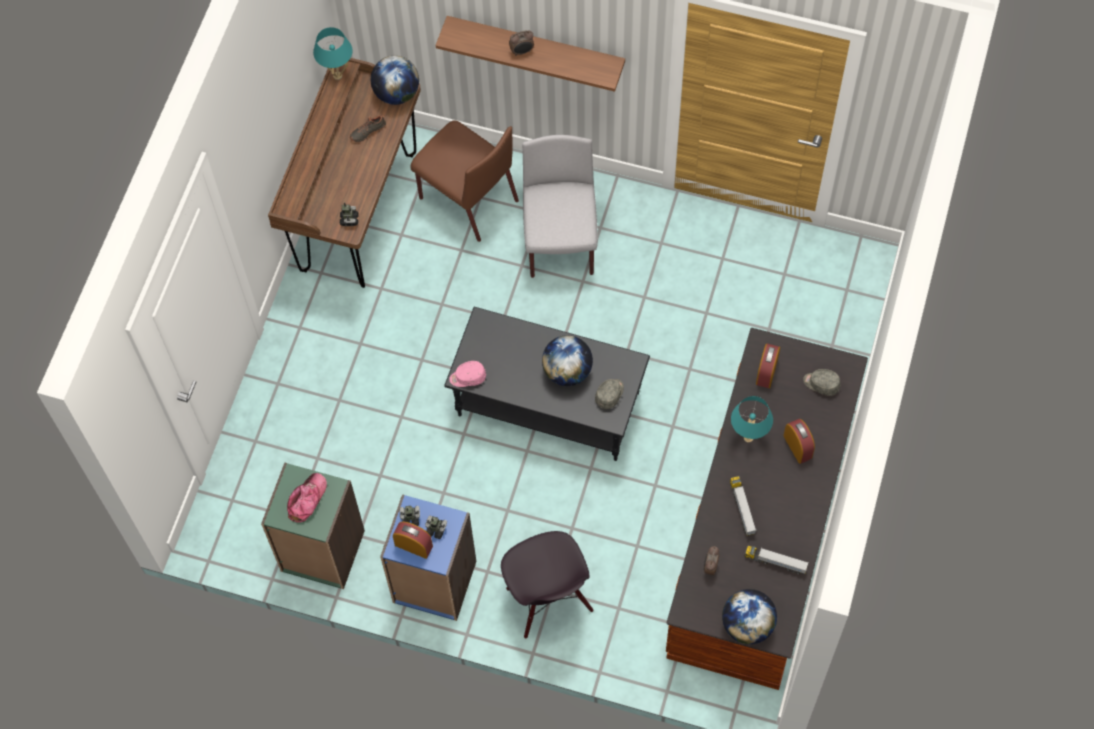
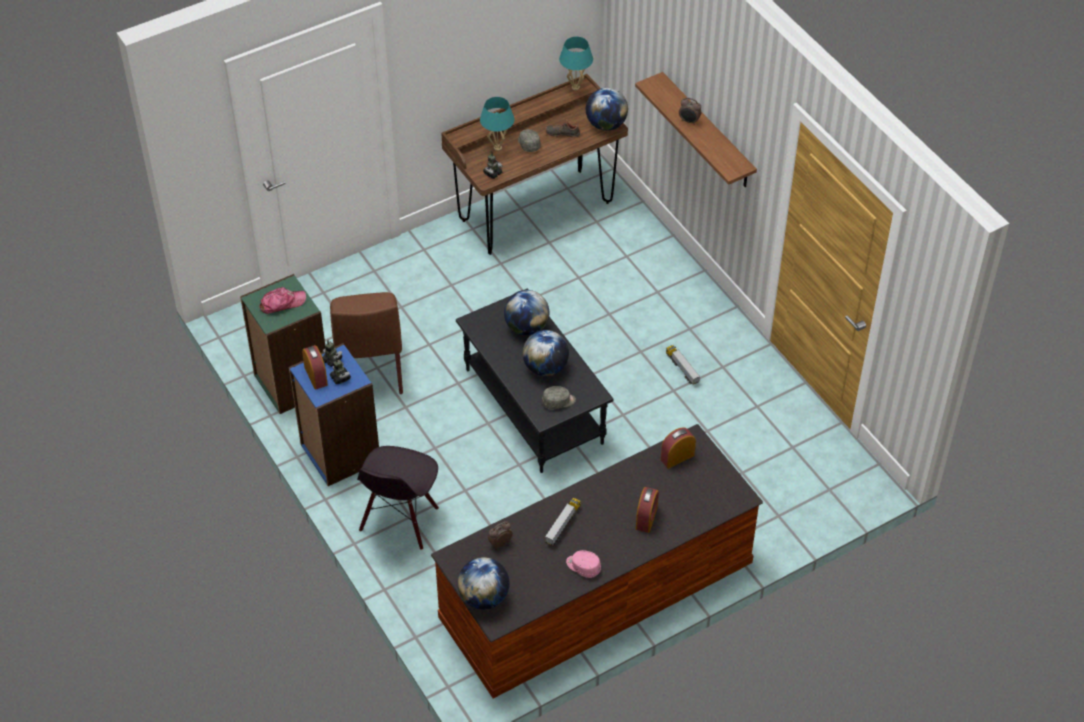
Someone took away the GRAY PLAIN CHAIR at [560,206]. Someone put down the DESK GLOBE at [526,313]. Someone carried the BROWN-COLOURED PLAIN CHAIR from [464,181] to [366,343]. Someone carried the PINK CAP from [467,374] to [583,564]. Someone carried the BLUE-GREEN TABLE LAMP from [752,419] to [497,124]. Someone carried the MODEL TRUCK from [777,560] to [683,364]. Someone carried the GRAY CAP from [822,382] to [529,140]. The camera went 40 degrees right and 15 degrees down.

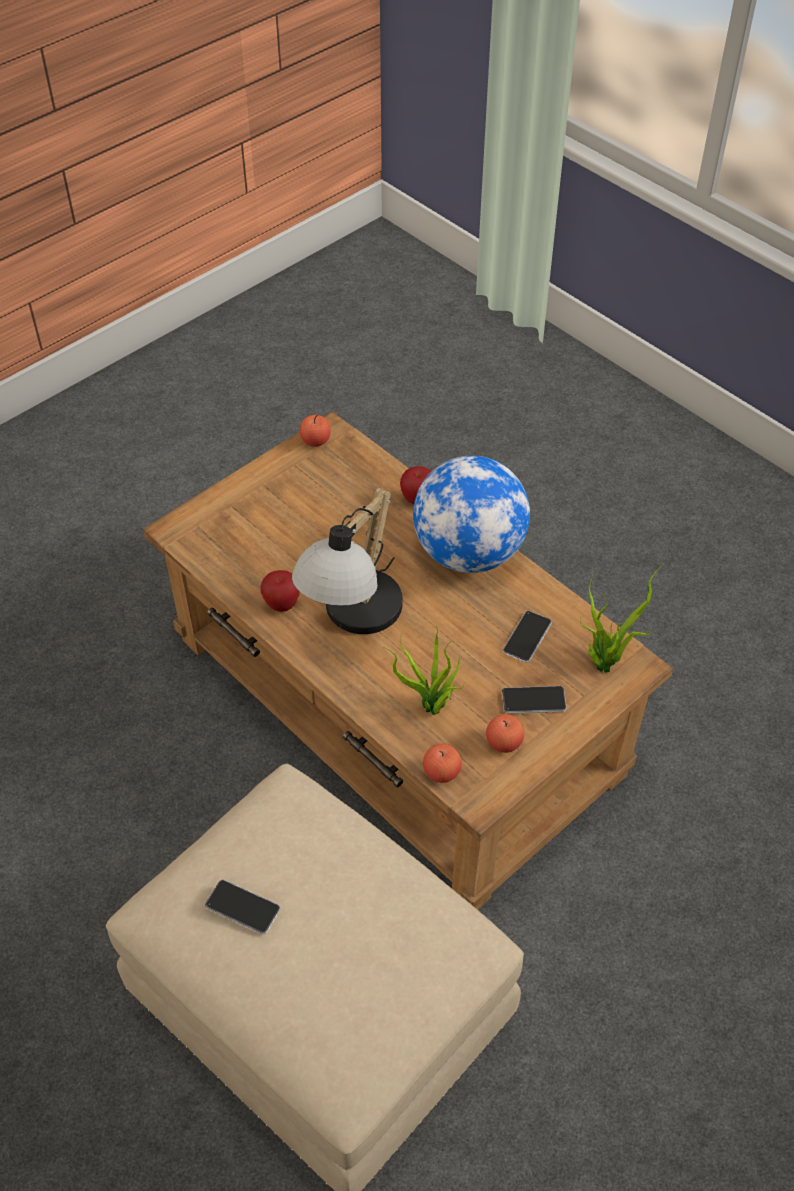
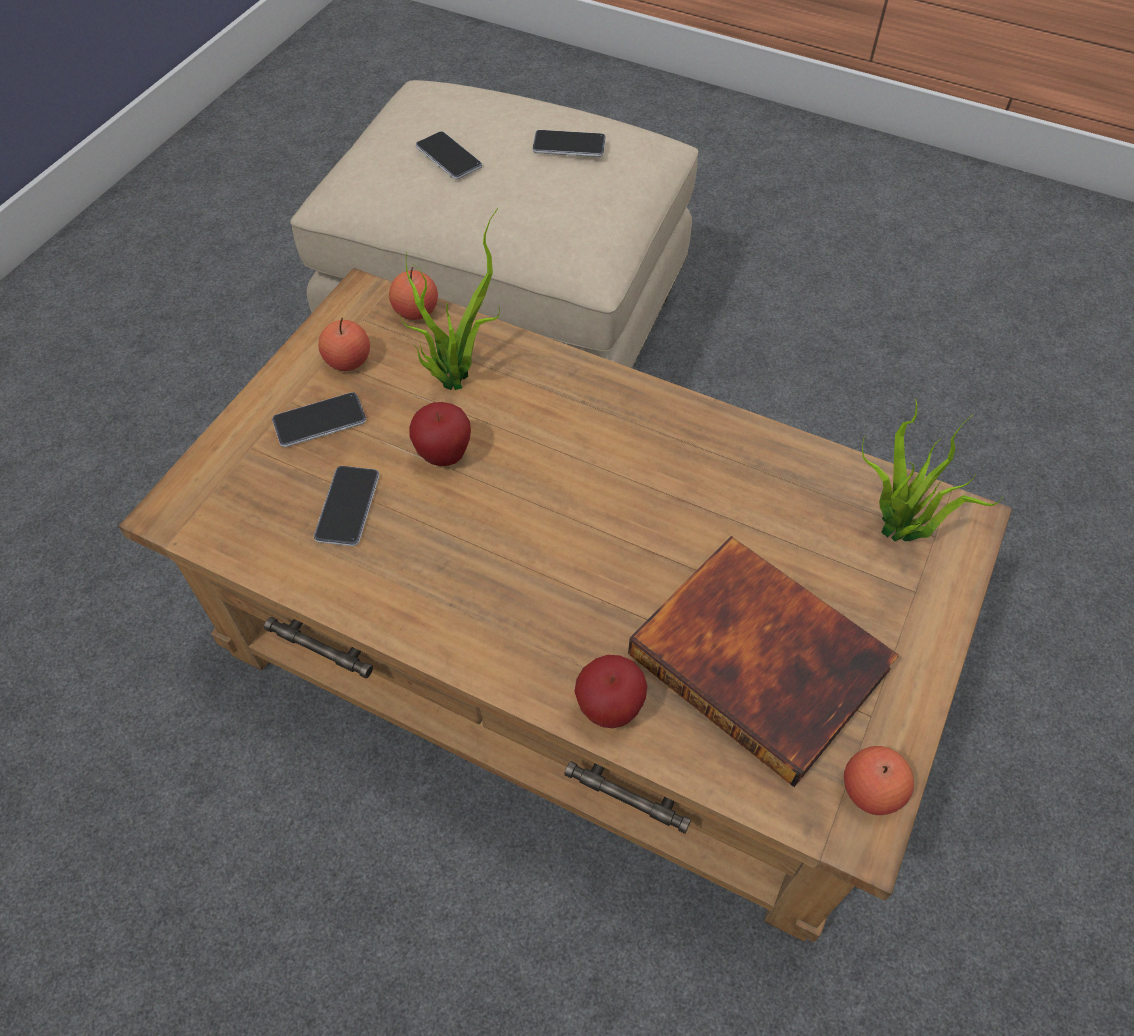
Someone took away the TABLE LAMP at [347,561]. Someone took away the DESK GLOBE at [471,514]. Someone put down the HANDSET at [449,155]. Someone put down the VOLUME at [763,661]. Someone carried the APPLE from [280,591] to [440,434]. Someone carried the PLANT IN A POT from [622,618] to [932,470]. The camera went 160 degrees right and 5 degrees up.

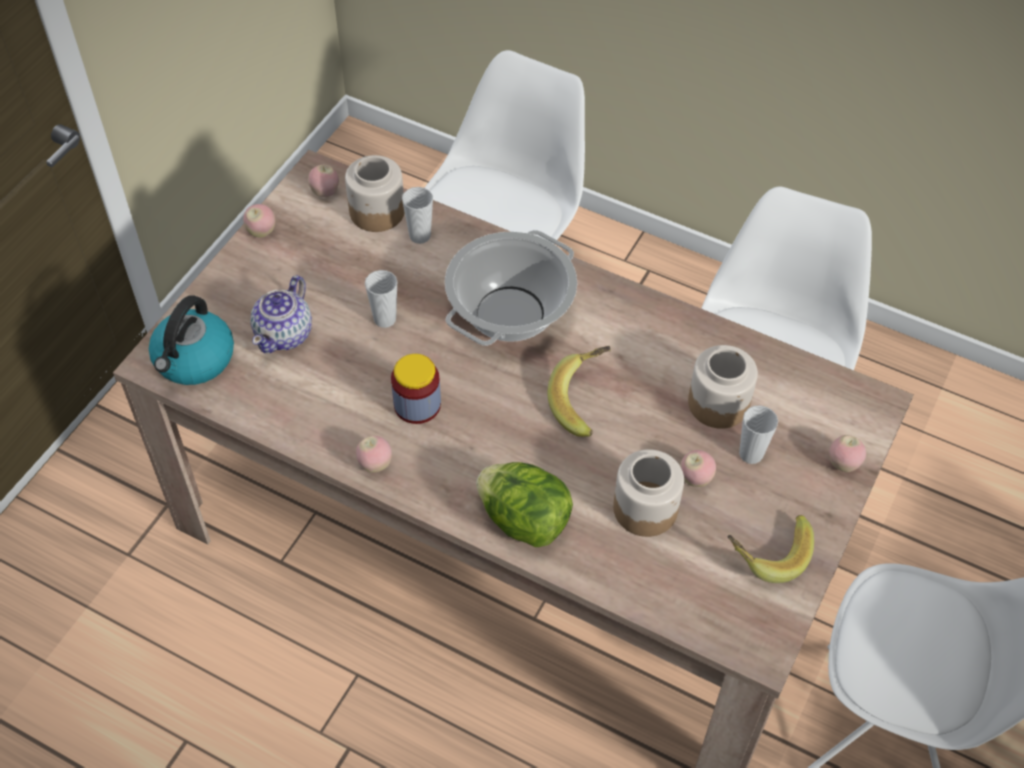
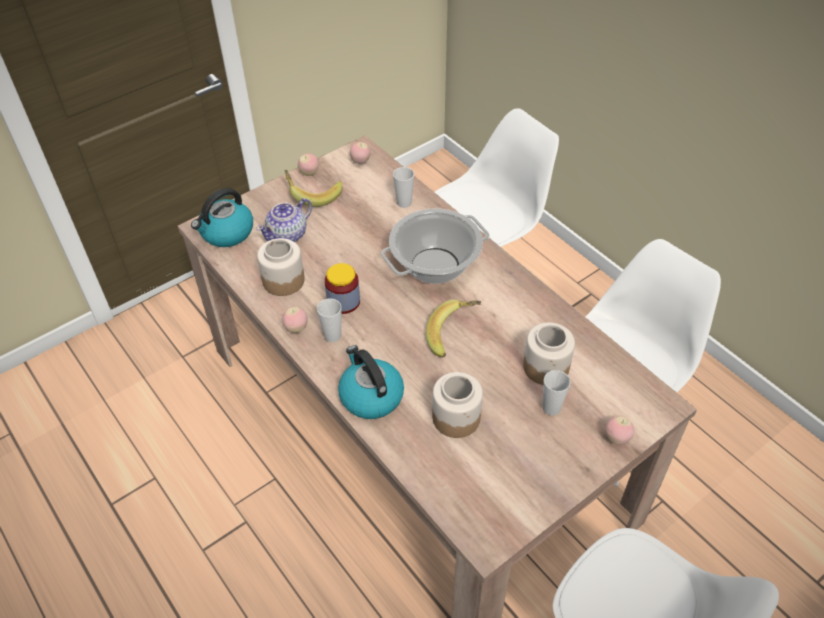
Someone took away the APPLE at [698,468]. Someone carried the STORAGE JAR from [375,193] to [281,267]. Someone carried the DRINKING CUP from [381,299] to [329,320]. Someone carried the BANANA from [770,549] to [313,188]. Someone swapped the HEAD OF LETTUCE at [524,504] for the TEA KETTLE at [371,382]. The camera went 25 degrees right and 5 degrees down.

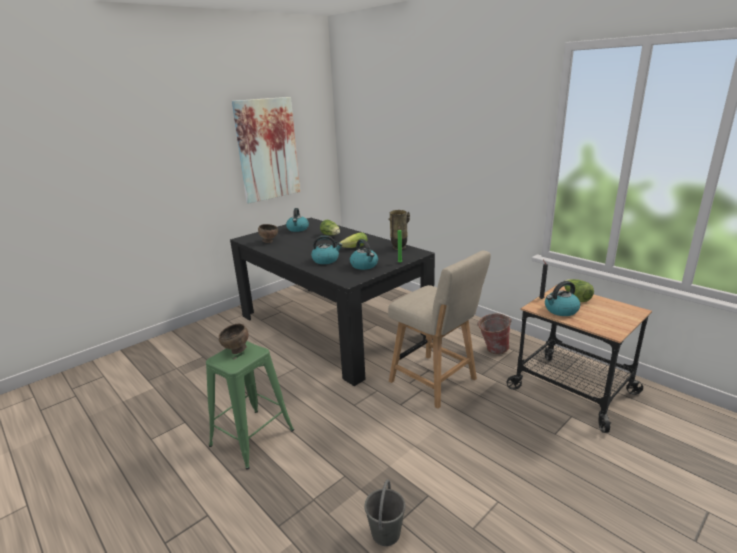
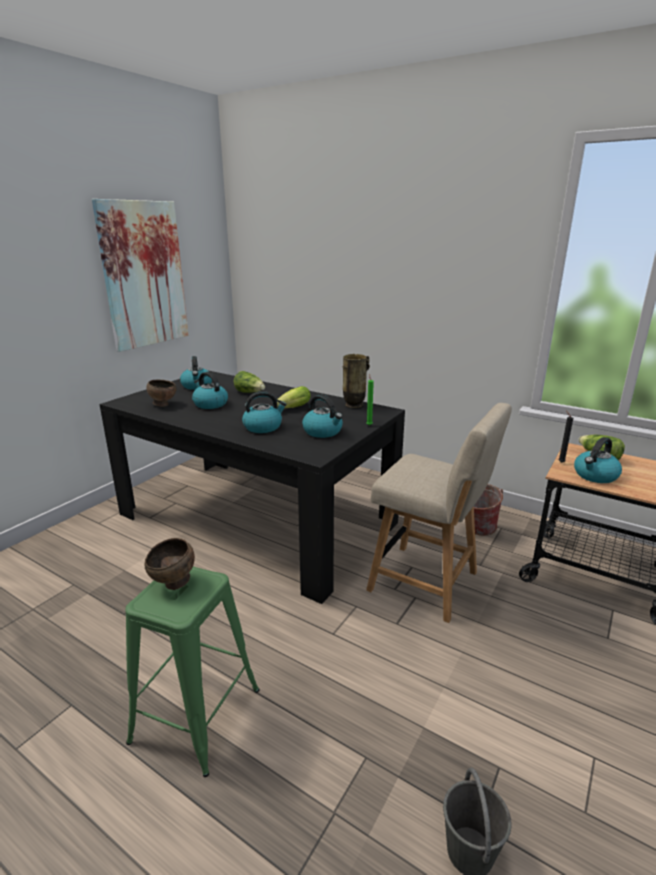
Someone put down the TEA KETTLE at [210,390]. The camera went 15 degrees left and 0 degrees up.

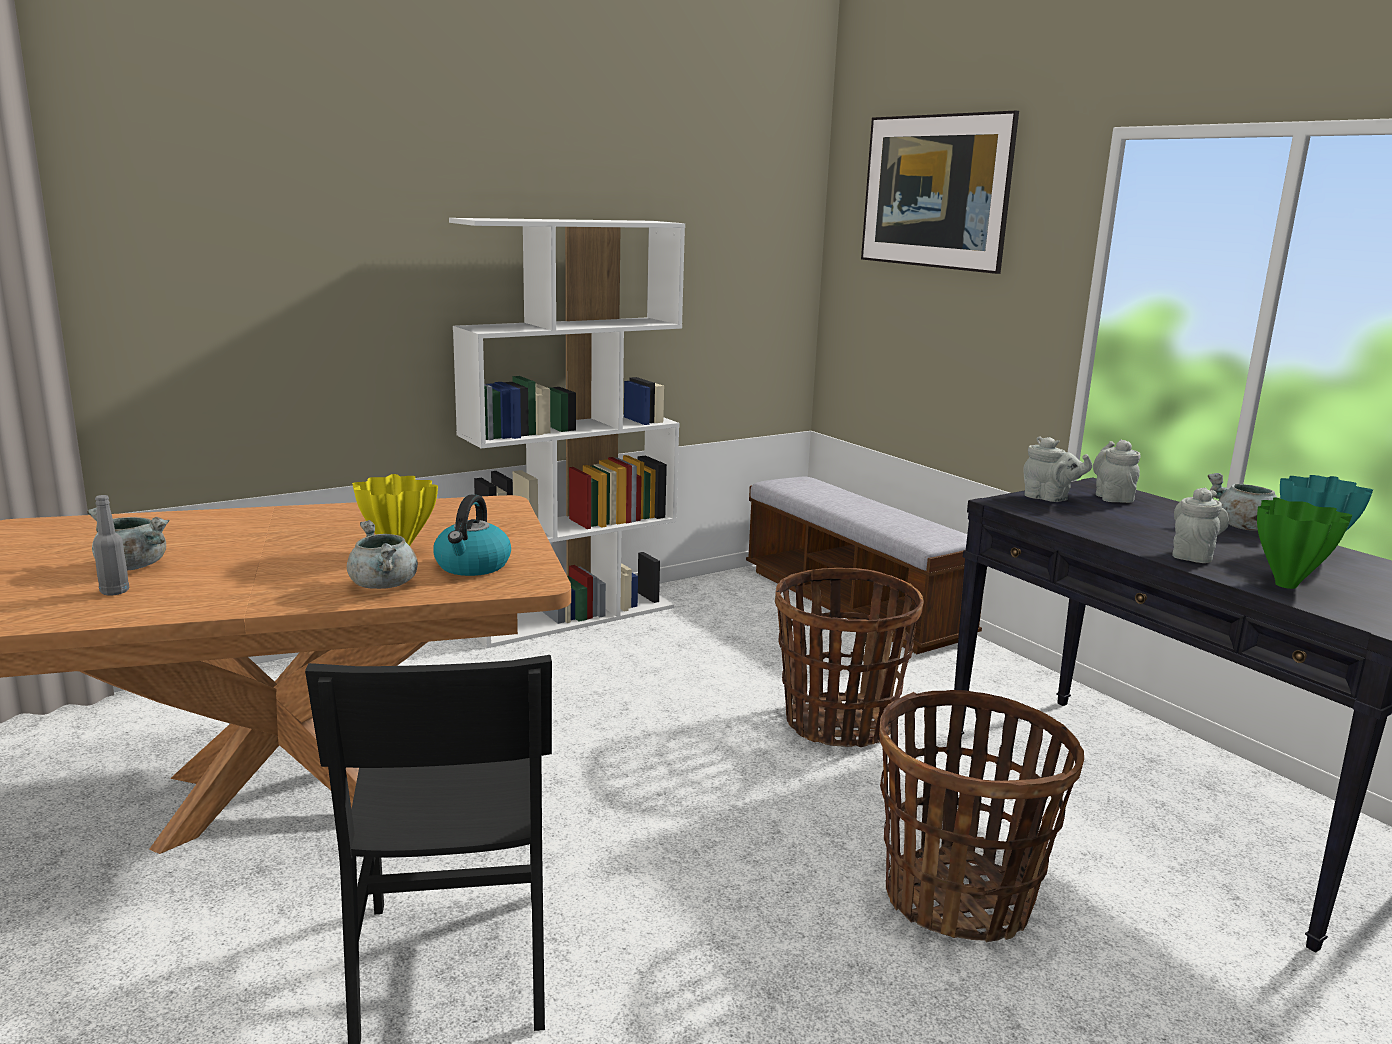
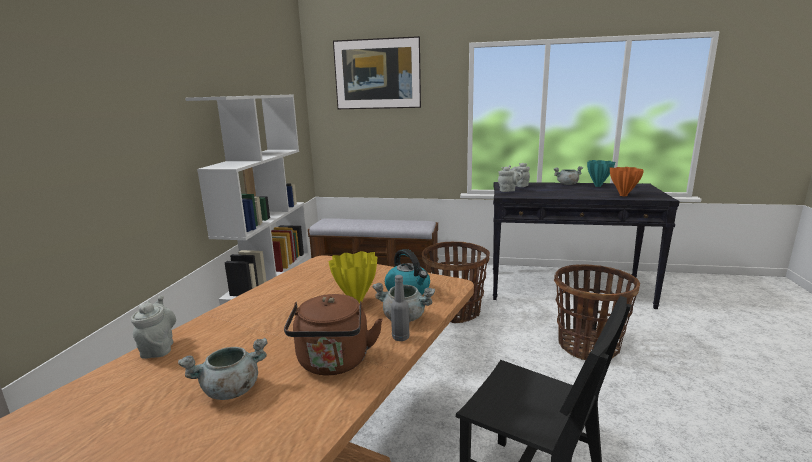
Someone put down the BROWN-COLOURED TEA KETTLE at [333,334]. Someone carried the GRAY BOTTLE from [111,545] to [400,308]. Someone carried the GRAY TEA POT from [1200,525] to [153,327]. Someone repainted the GREEN VASE at [1304,543], which became the ORANGEY VASE at [627,181]. The camera went 45 degrees left and 0 degrees up.

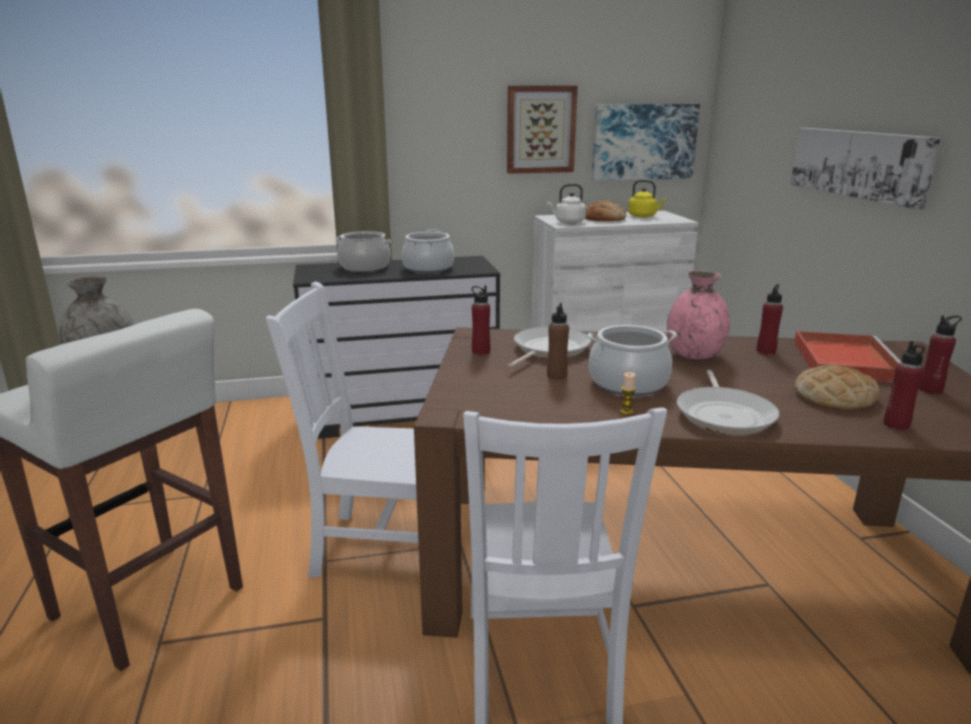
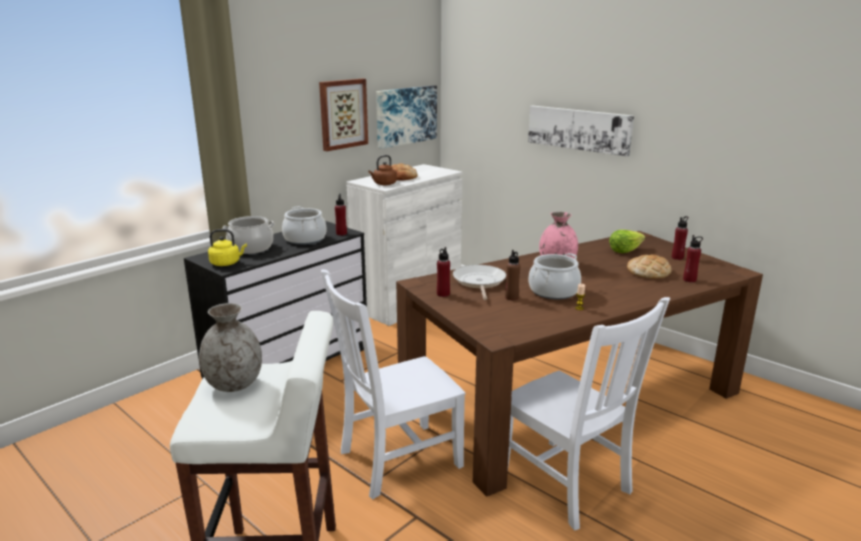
Someone took away the FRYING PAN at [728,402]. Someone carried the YELLOW-COLOURED TEA KETTLE from [647,198] to [227,247]. Someone carried the REDDISH BOTTLE from [770,319] to [341,215]. Someone swapped the REDDISH SERVING TRAY at [847,357] for the HEAD OF LETTUCE at [627,241]. Someone repainted the WHITISH TEA KETTLE at [566,204], which became the BROWN-COLOURED TEA KETTLE at [382,170]. The camera went 35 degrees left and 0 degrees up.

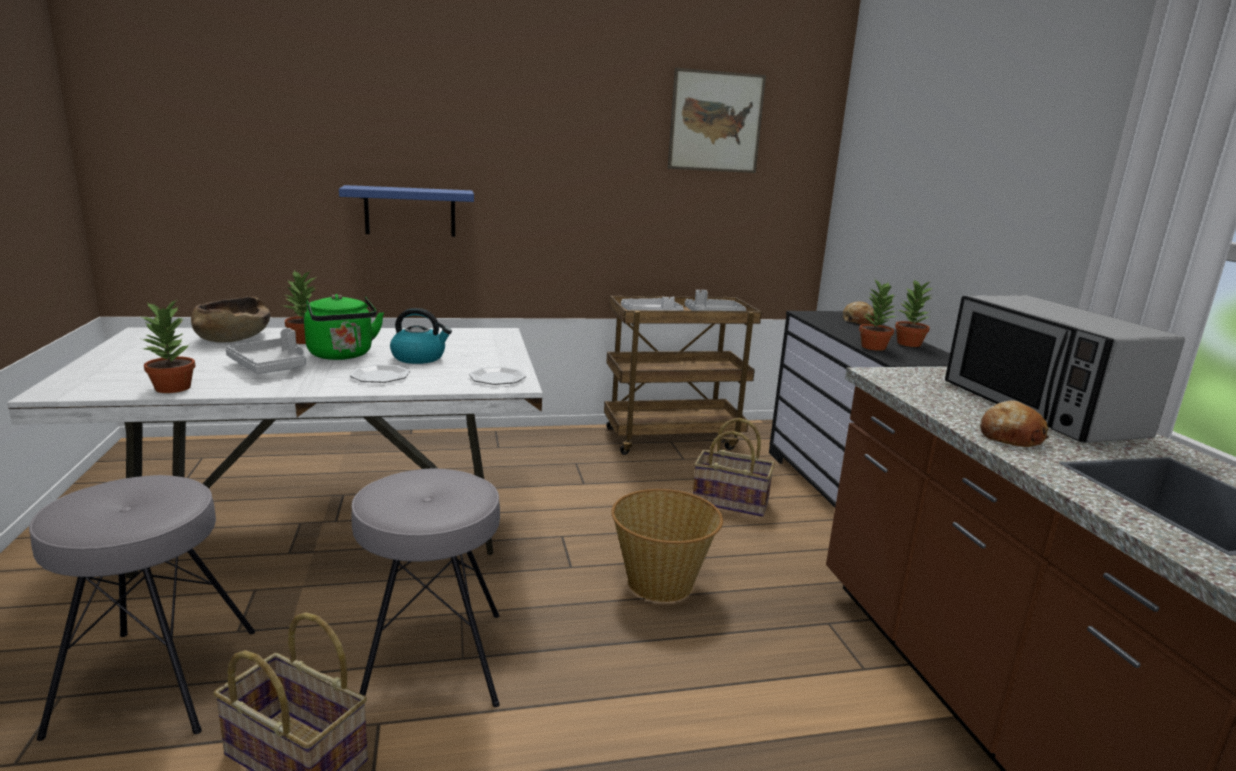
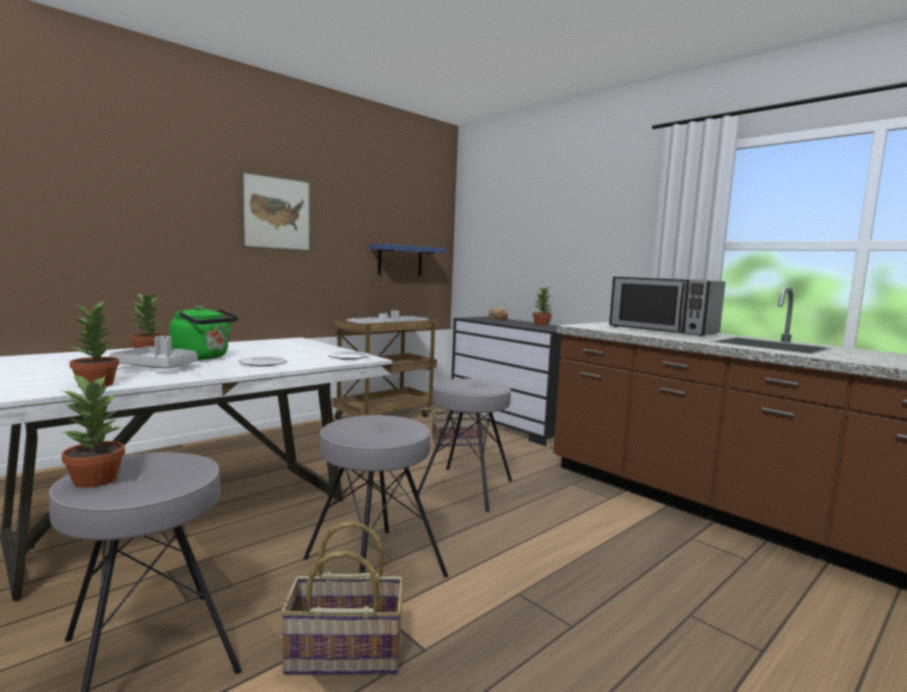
Someone took away the BROWN-COLOURED SERVING BOWL at [230,320]. Someone took away the TEA KETTLE at [421,336]. Someone took away the BAKERY BREAD at [1014,423]. Someone carried the BLUISH SHELF from [406,211] to [408,260]. Someone carried the PICTURE from [717,120] to [275,211]. Someone carried the PLANT IN A POT from [878,314] to [93,430]. Someone swapped the BASKET at [667,545] for the GRAY STOOL SEAT at [464,445]. The camera went 30 degrees left and 10 degrees down.

